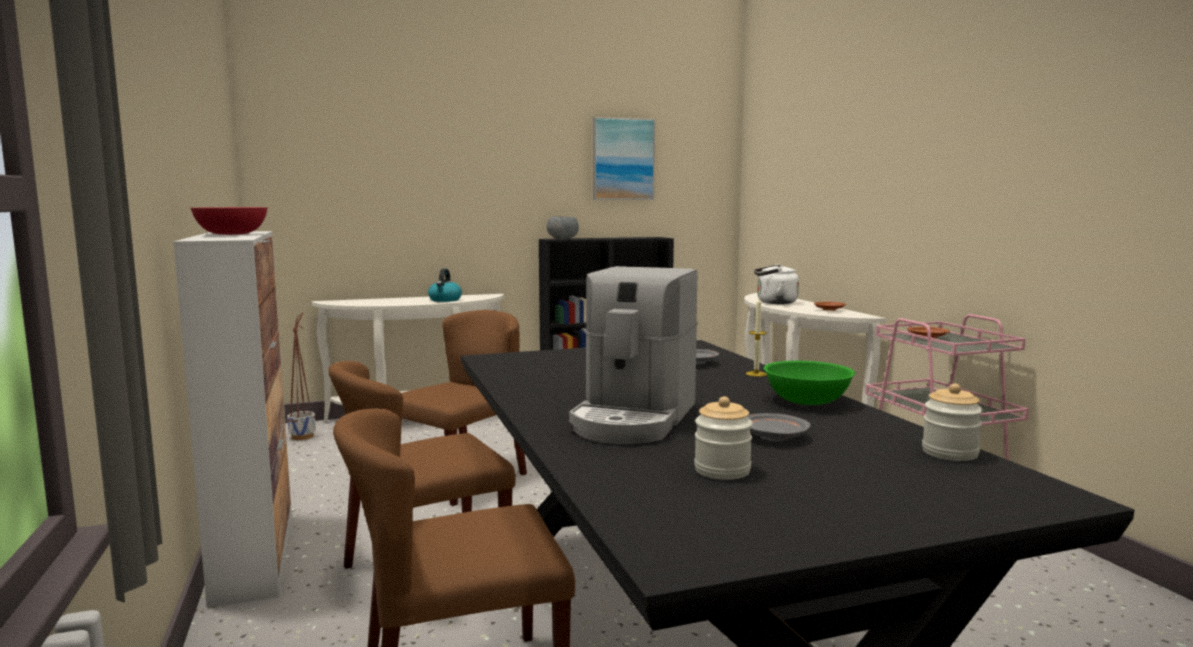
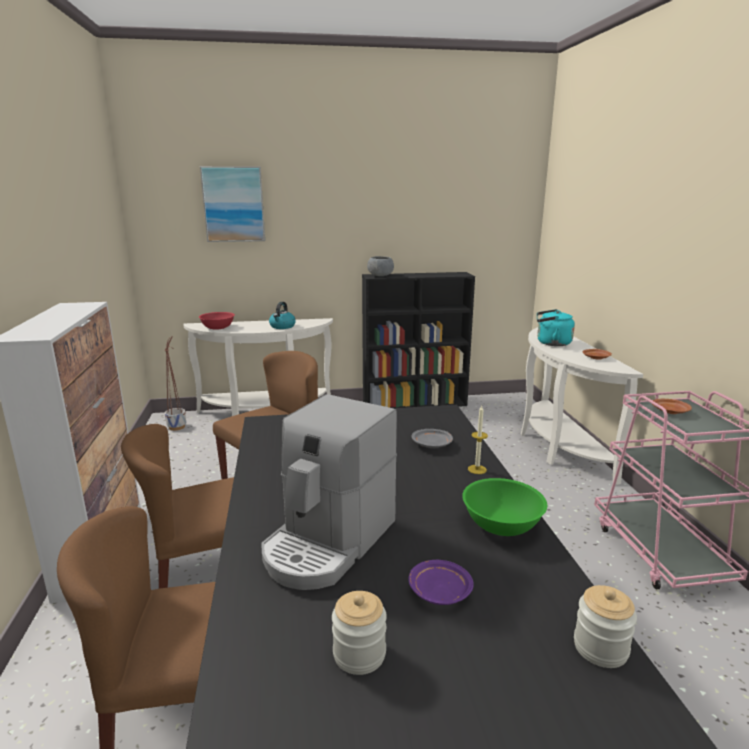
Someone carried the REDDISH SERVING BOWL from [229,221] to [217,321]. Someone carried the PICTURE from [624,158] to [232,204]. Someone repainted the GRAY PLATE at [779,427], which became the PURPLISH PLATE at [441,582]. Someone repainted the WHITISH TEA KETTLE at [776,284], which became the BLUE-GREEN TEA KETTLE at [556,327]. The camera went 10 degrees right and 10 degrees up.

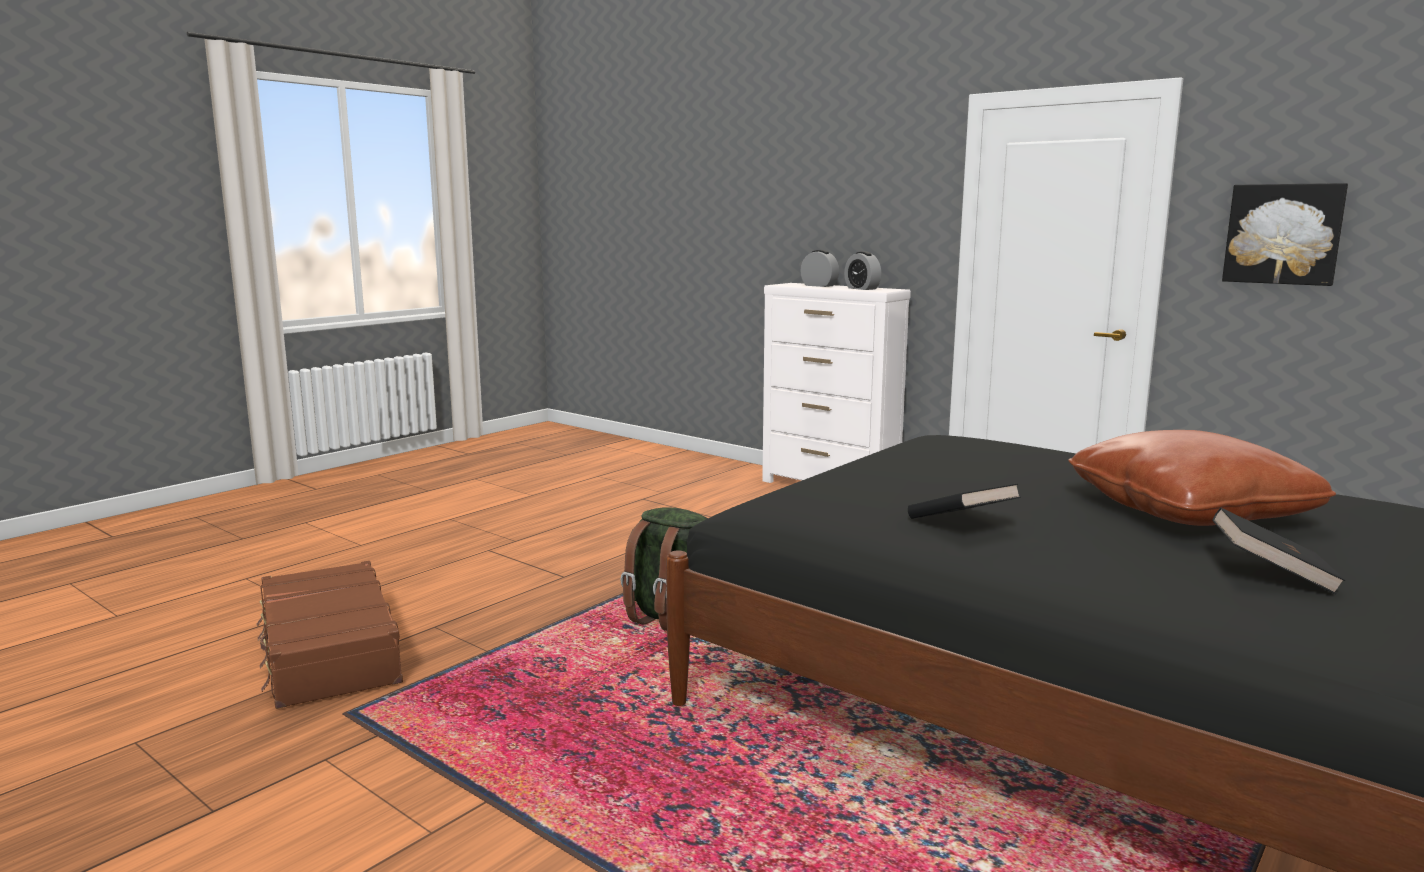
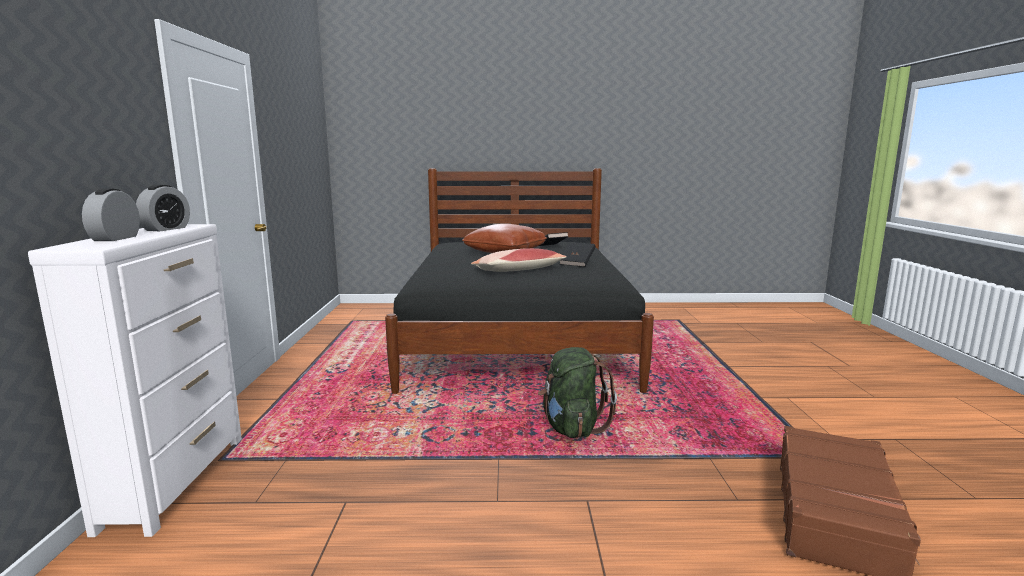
Someone took away the PICTURE at [1285,234]. Someone put down the CUSHION at [519,260]. The camera went 130 degrees left and 0 degrees up.

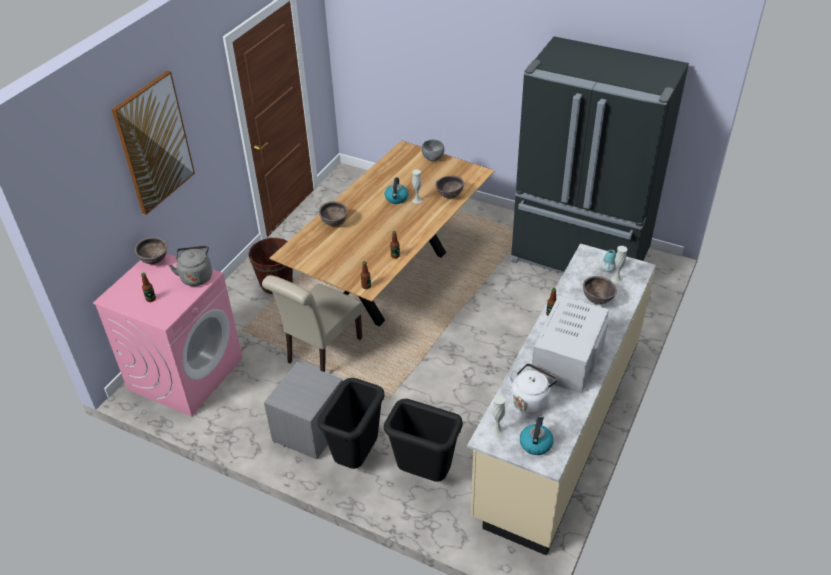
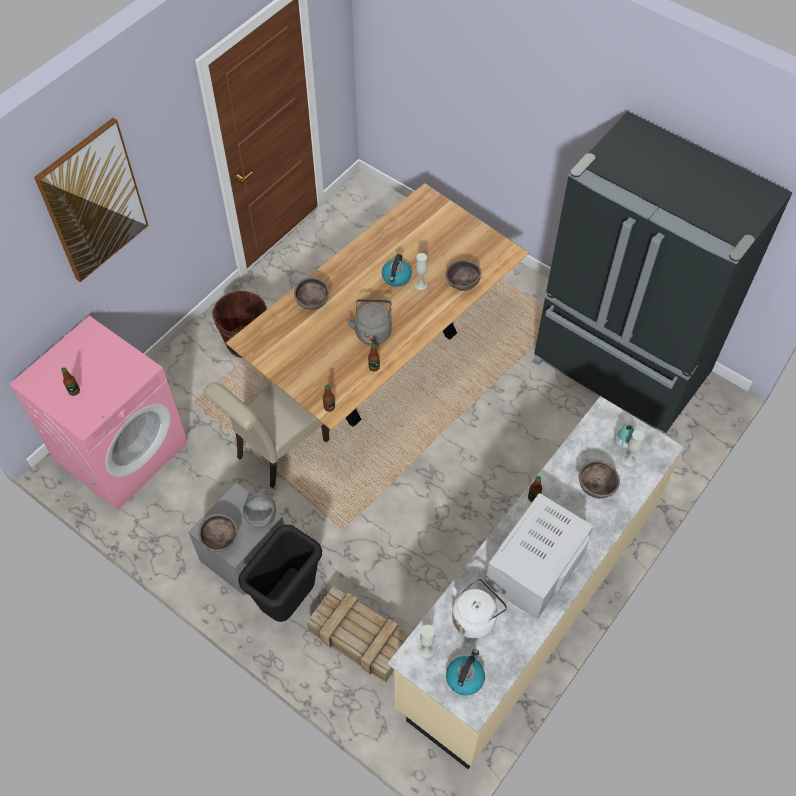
Someone carried the BROWN-COLOURED SERVING BOWL from [151,250] to [218,532]. Someone carried the GRAY TEA KETTLE from [190,266] to [369,322]. Someone carried the GRAY SERVING BOWL from [433,150] to [259,511]. Someone swapped the BLACK RUBBISH BIN at [423,440] for the PACKING CRATE at [358,634]. The camera went 10 degrees right and 15 degrees up.

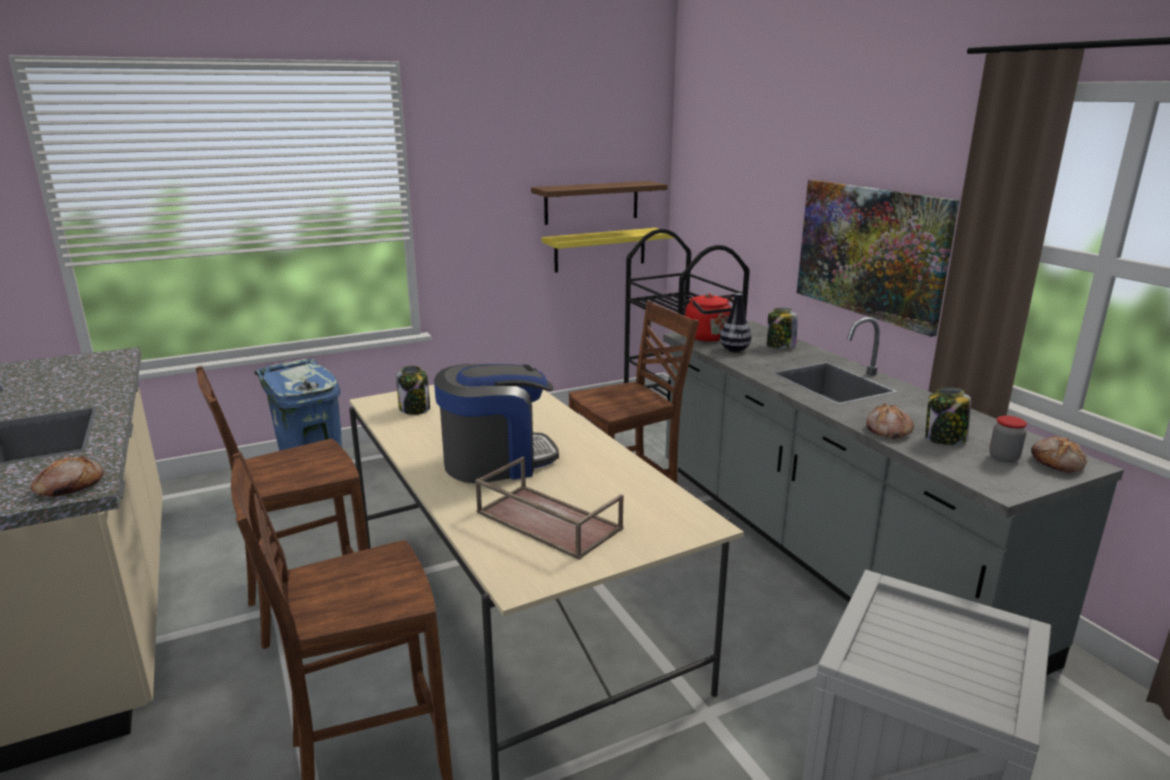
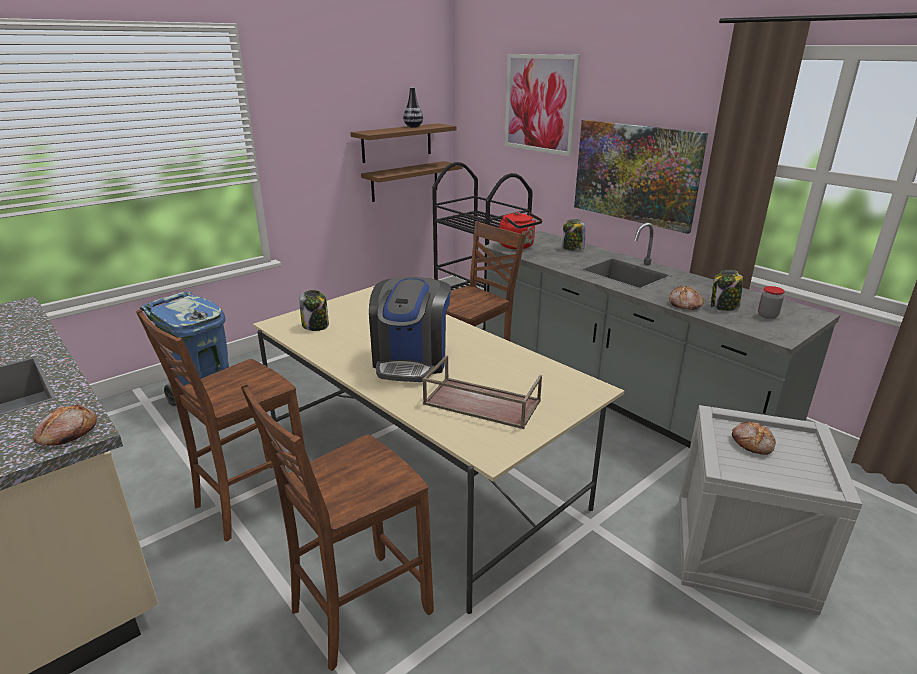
Someone put up the PICTURE at [542,105]. Someone carried the VASE from [736,322] to [413,107]. Someone carried the BAKERY BREAD from [1059,454] to [754,438]. Someone repainted the YELLOW-COLOURED SHELF at [608,250], which became the BROWN-COLOURED SHELF at [411,181]. Someone rotated the COFFEE BREWER at [496,423] by 135 degrees clockwise. The camera went 15 degrees left and 5 degrees up.

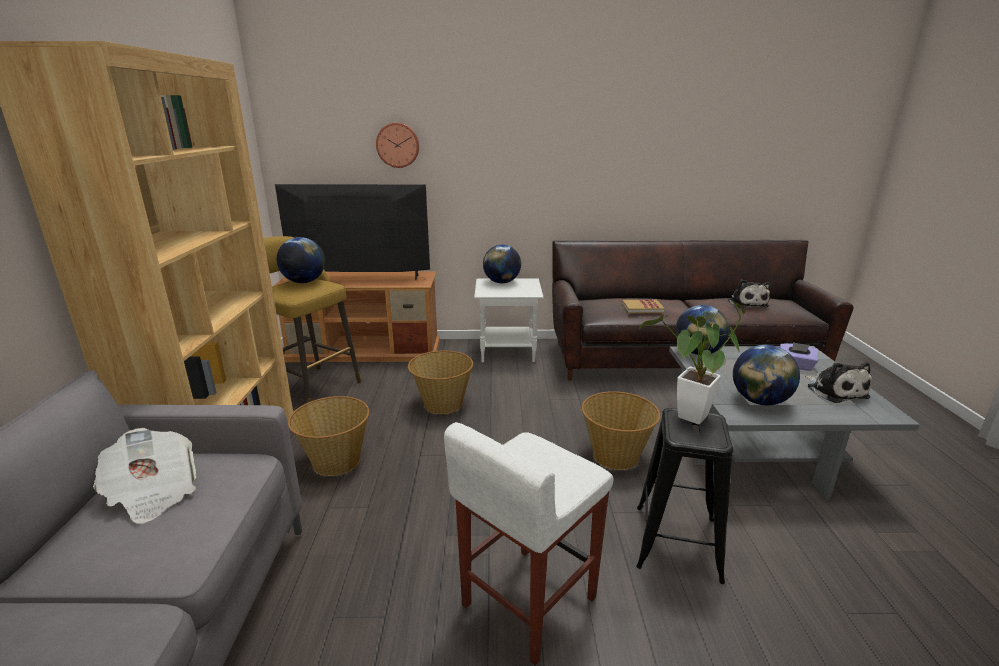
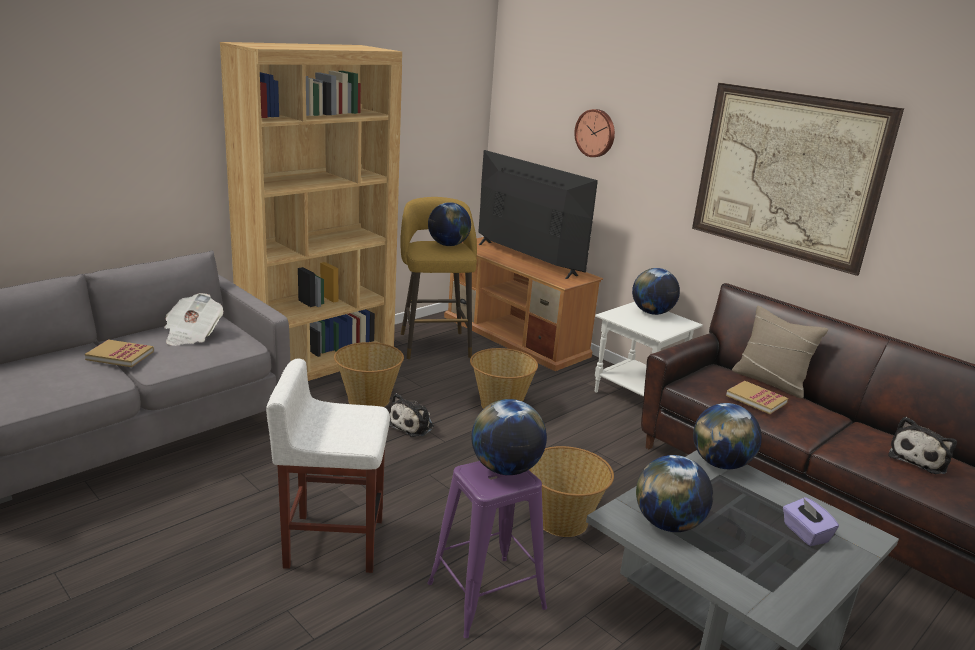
Someone put down the VOLUME at [119,353]. Someone put up the PICTURE at [798,179]. Someone put down the BEIGE-COLOURED CUSHION at [780,352]. Someone carried the SOFT TOY from [838,382] to [411,415]. Someone swapped the PLANT IN A POT at [692,362] for the DESK GLOBE at [509,437]. Someone repainted the BLACK STOOL SEAT at [684,496], which became the PURPLISH STOOL SEAT at [487,549]. The camera went 45 degrees right and 0 degrees up.

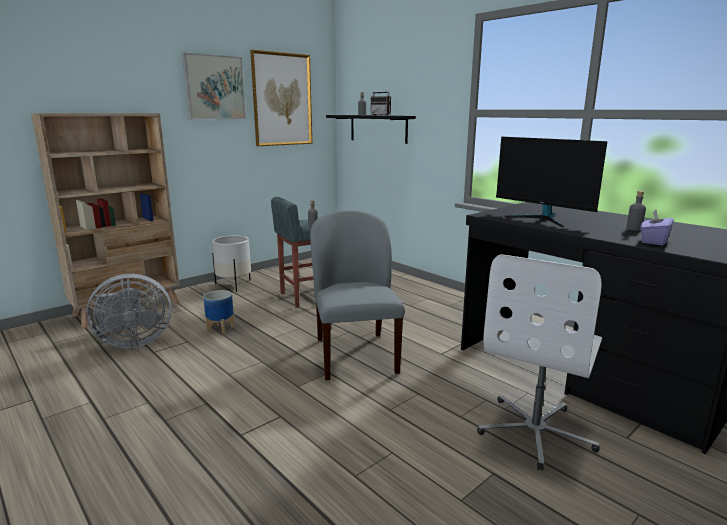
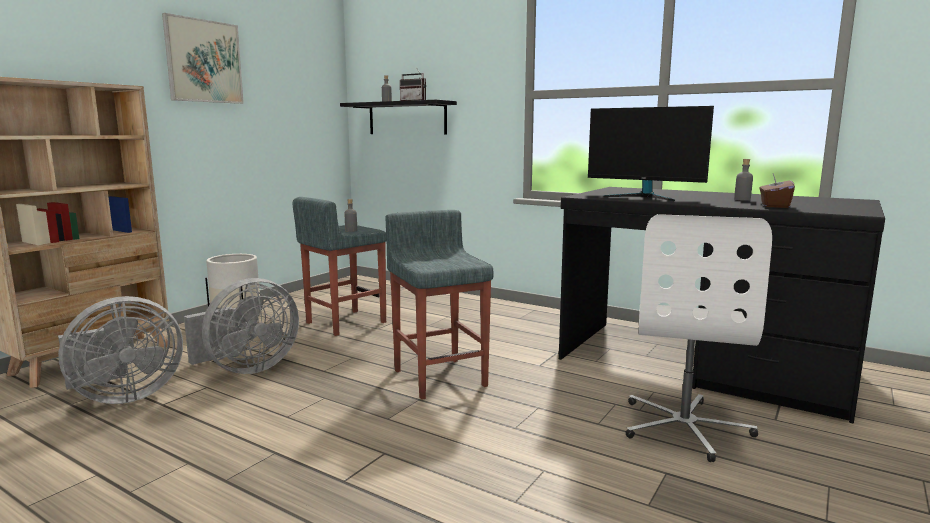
Someone took away the PICTURE at [281,98]. Someone swapped the PLANTER at [219,312] for the GRAY FAN at [241,326]. Someone swapped the GRAY PLAIN CHAIR at [357,295] for the GRAY STOOL SEAT at [439,305]. Someone repainted the PURPLISH TISSUE HOLDER at [657,227], which became the BROWN-COLOURED TISSUE HOLDER at [777,190]. The camera went 15 degrees left and 5 degrees down.

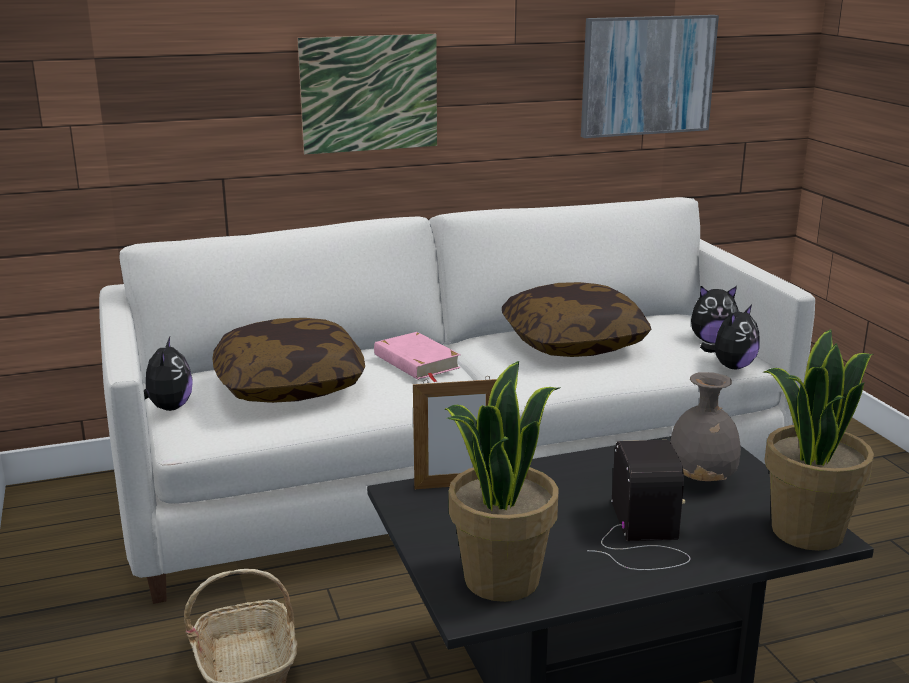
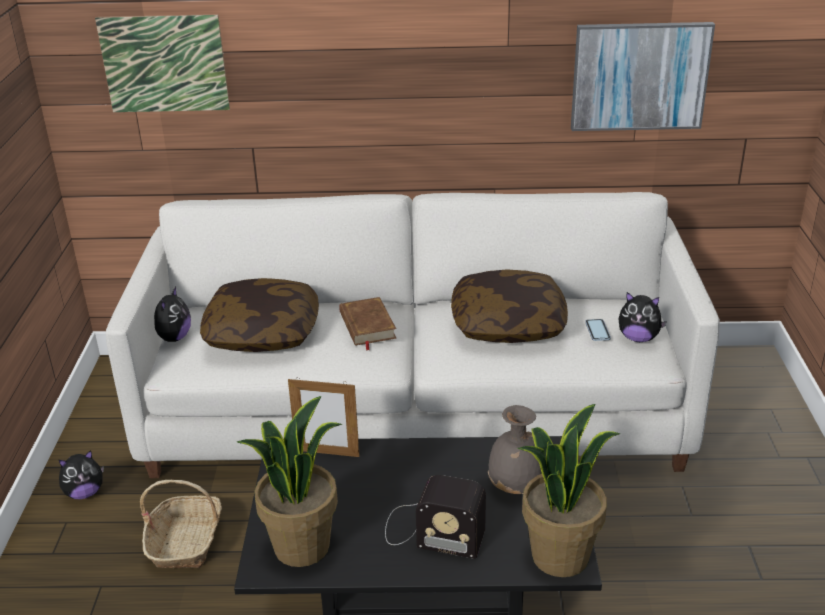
Someone put down the HANDSET at [598,330]. Someone carried the PICTURE from [367,94] to [162,63]. Someone carried the SOFT TOY from [730,337] to [81,474]. Someone repainted the PINK VOLUME at [417,357], which became the BROWN-COLOURED VOLUME at [367,324]. Someone rotated the RADIO RECEIVER at [638,505] by 90 degrees clockwise. The camera went 20 degrees right and 10 degrees up.

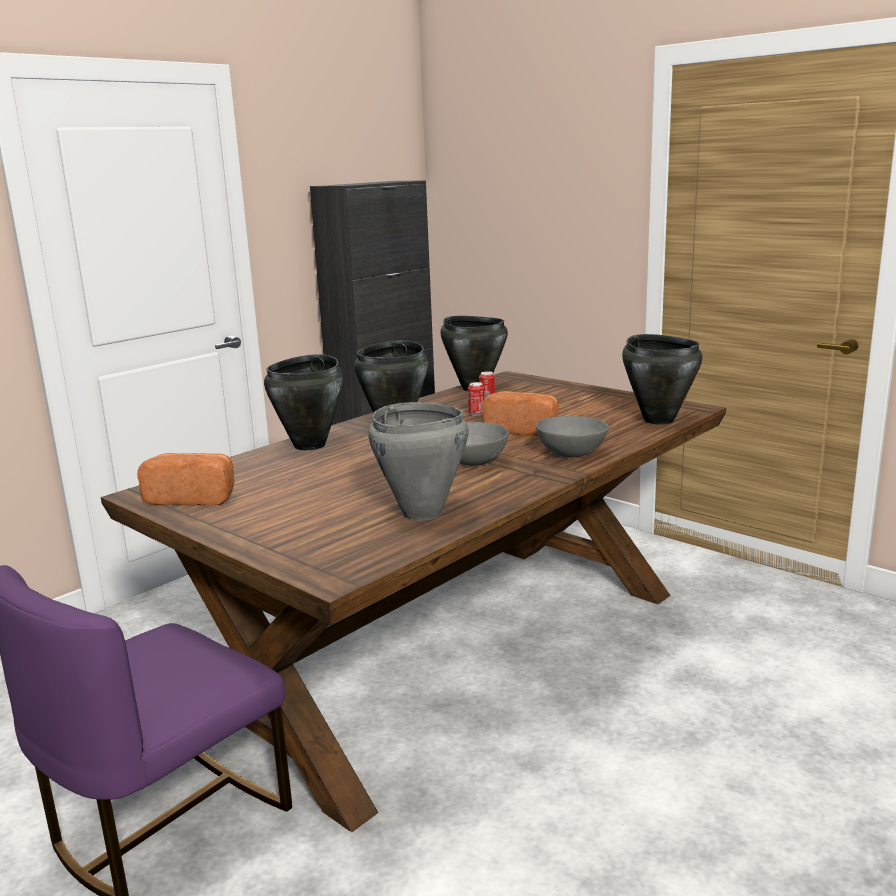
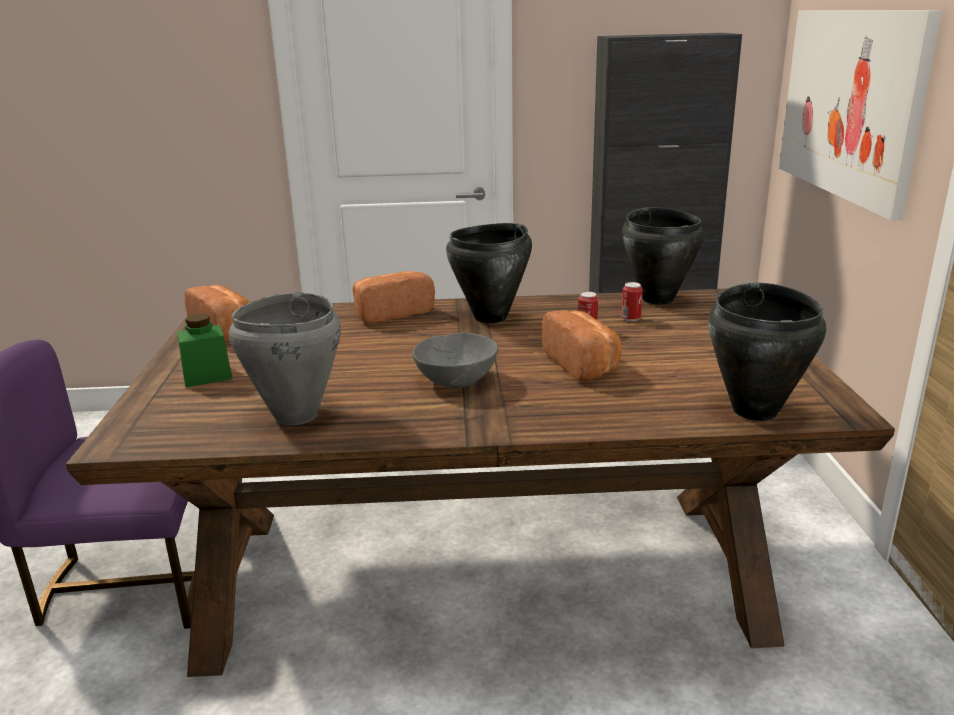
Someone took away the GRAY SERVING BOWL at [572,436]. Someone put down the GREEN STORAGE JAR at [205,350]. Someone put up the PICTURE at [860,115]. Someone swapped the BLACK SAUCEPOT at [303,402] for the BAKERY BREAD at [394,297]. The camera went 45 degrees right and 5 degrees up.

